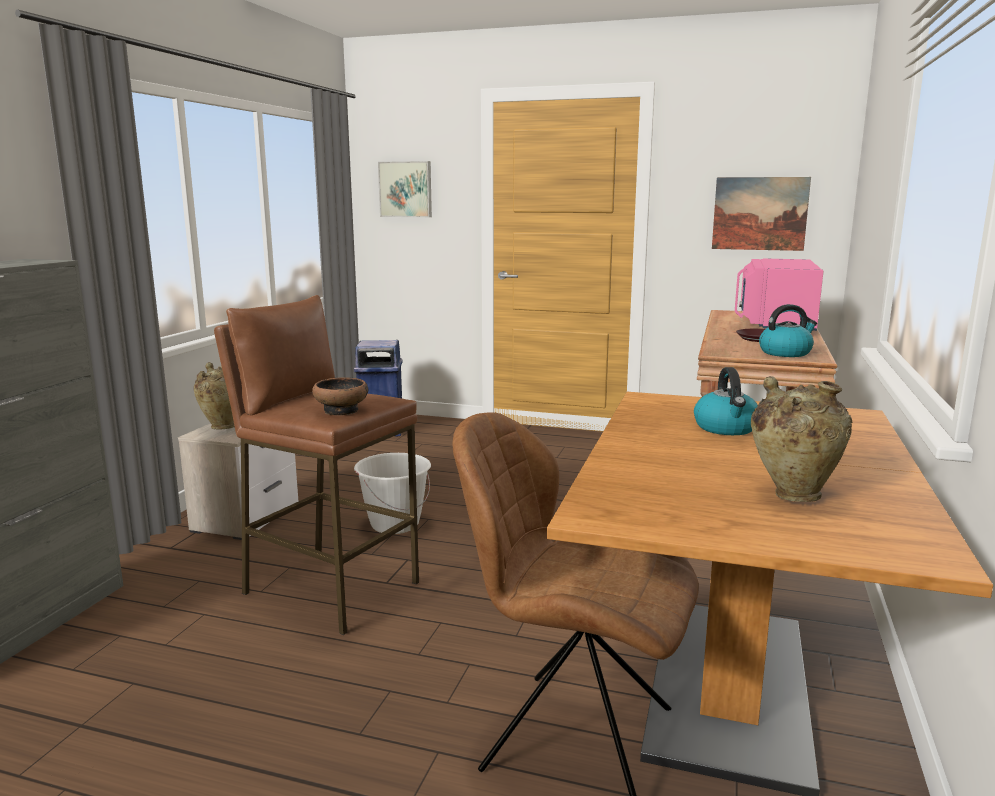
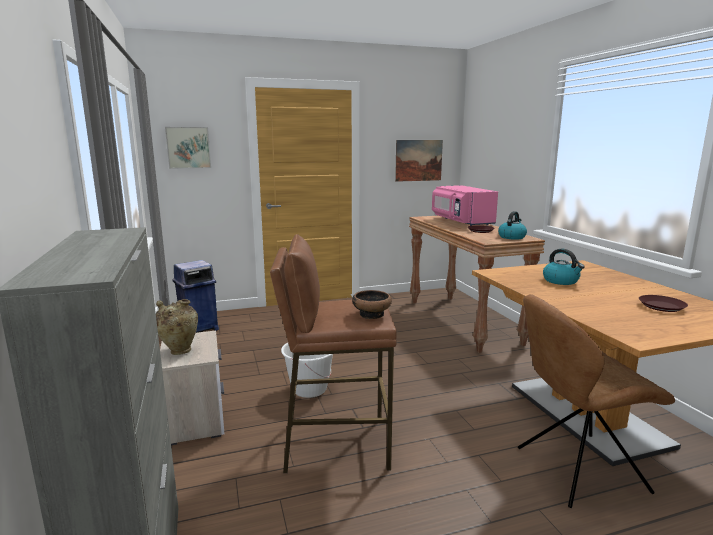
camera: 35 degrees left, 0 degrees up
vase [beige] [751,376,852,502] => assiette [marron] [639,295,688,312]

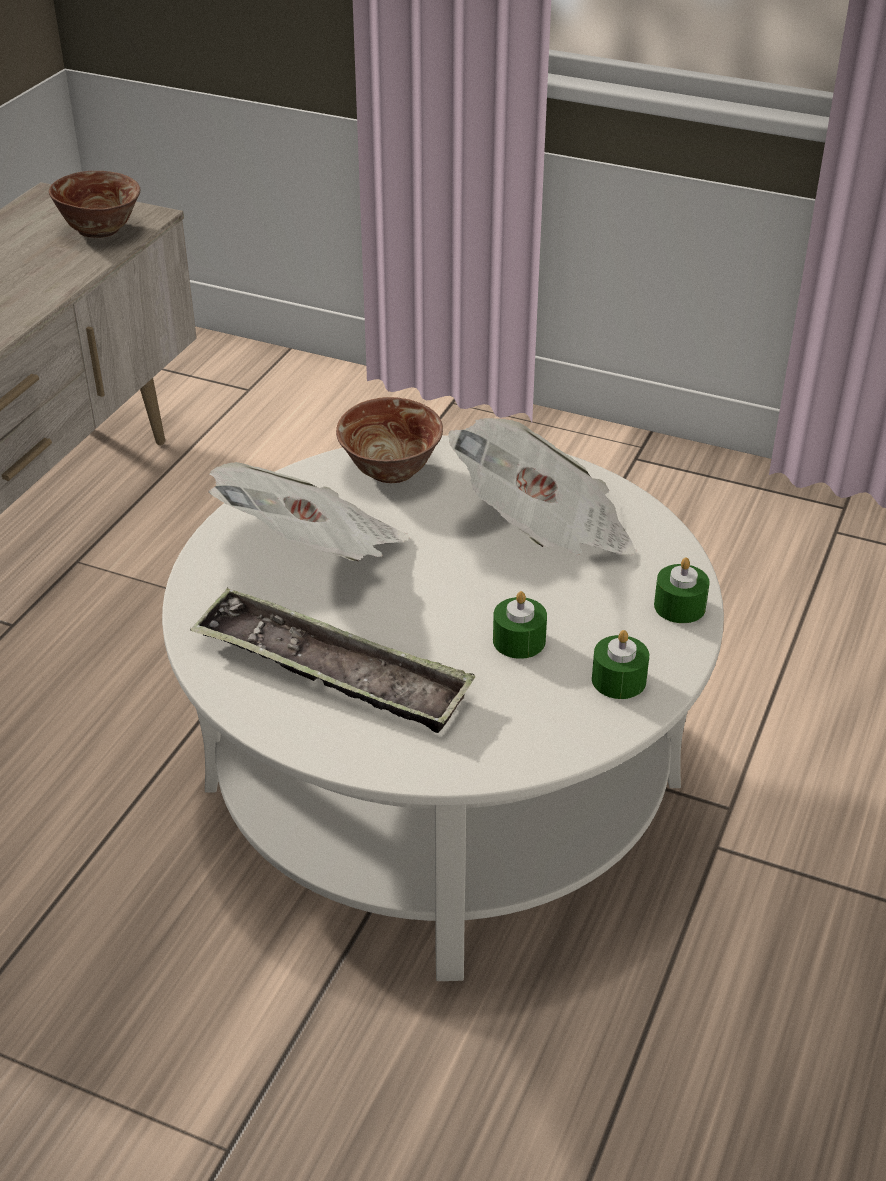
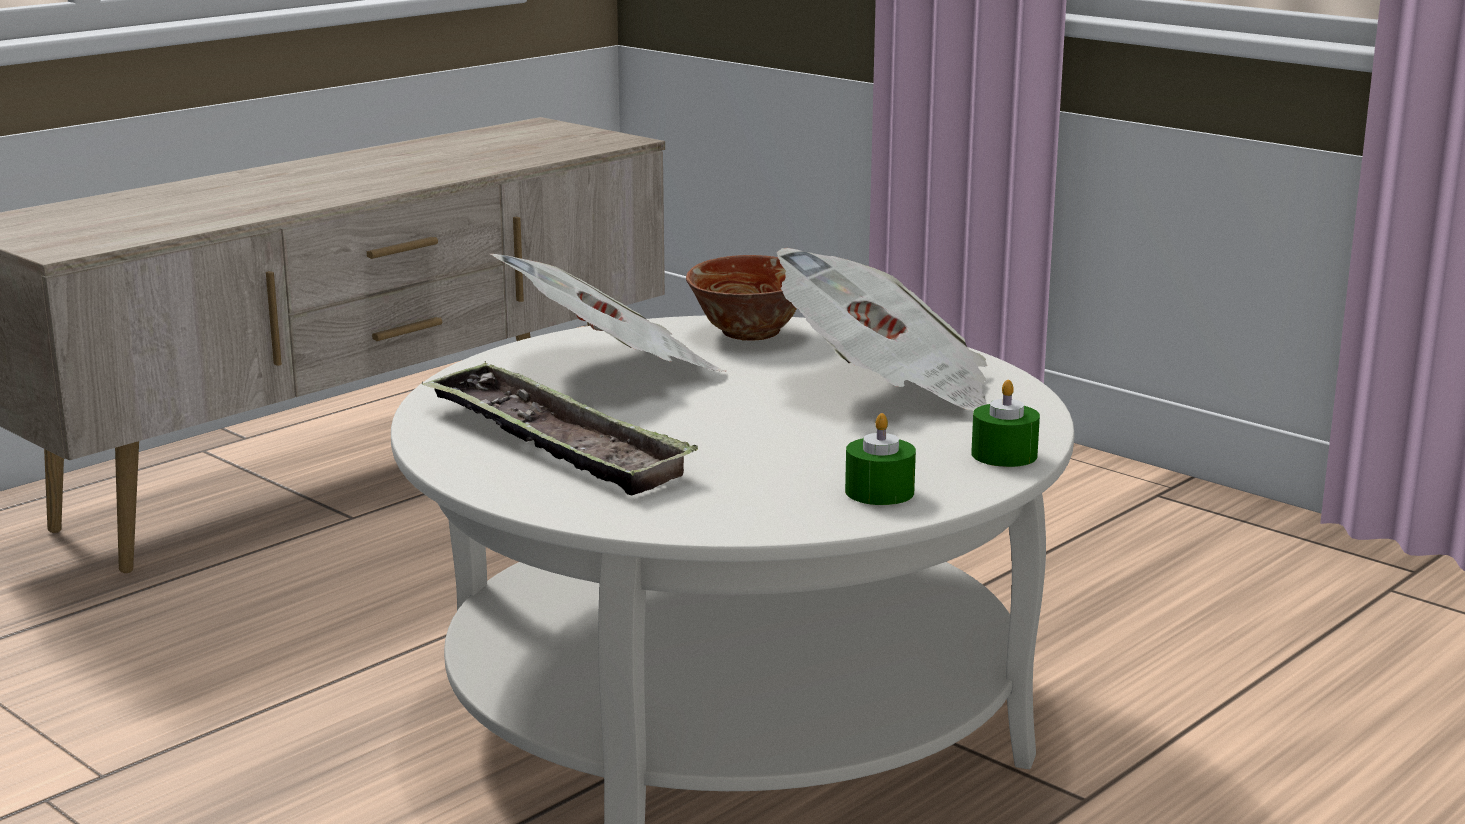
camera: 20 degrees right, 20 degrees down
bol [49,171,140,238] => nothing
bougie [vert] [493,591,547,659] => nothing

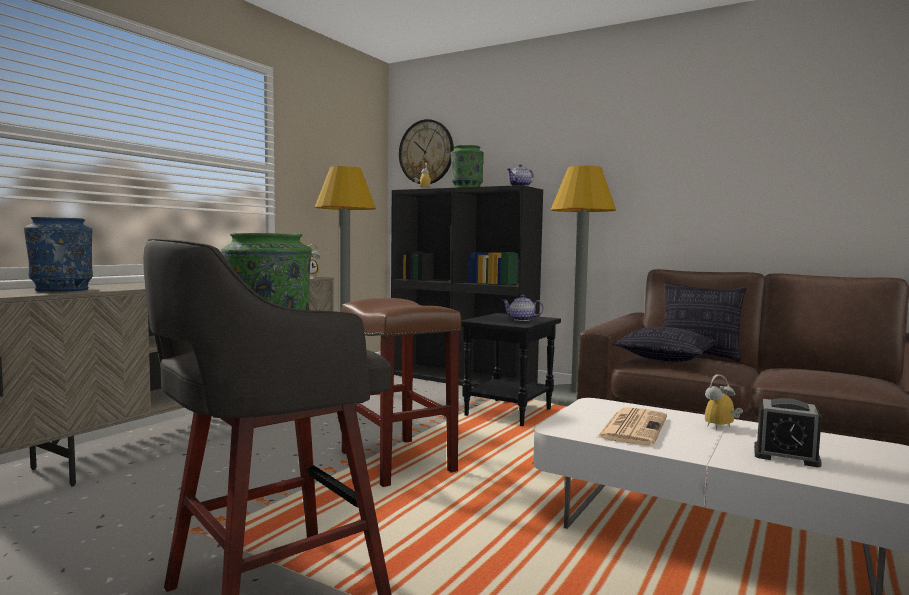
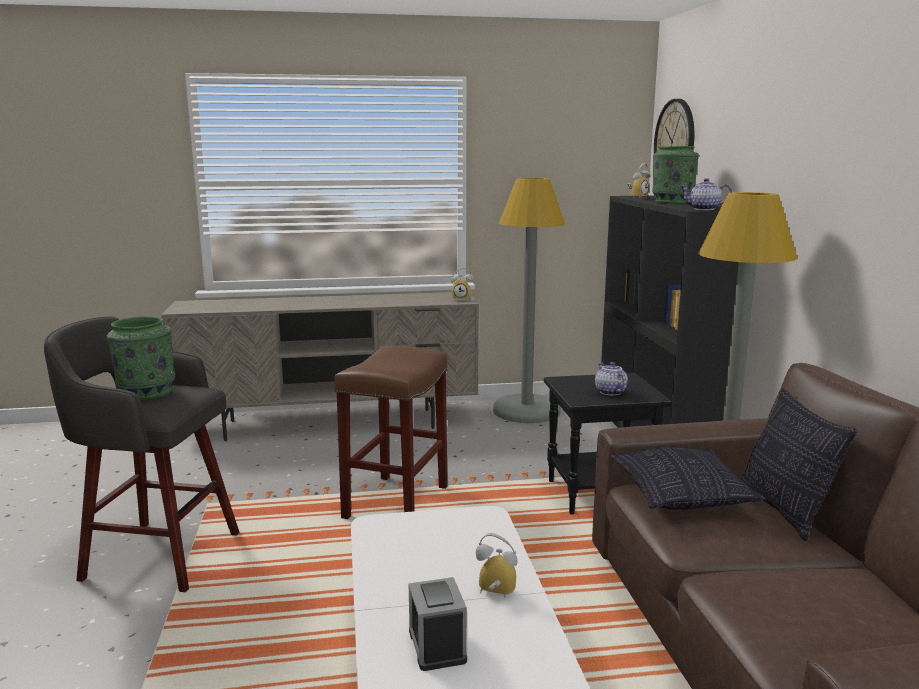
camera: 50 degrees right, 10 degrees up
vase [bleu] [24,217,93,292] => nothing
journal [597,407,667,446] => nothing

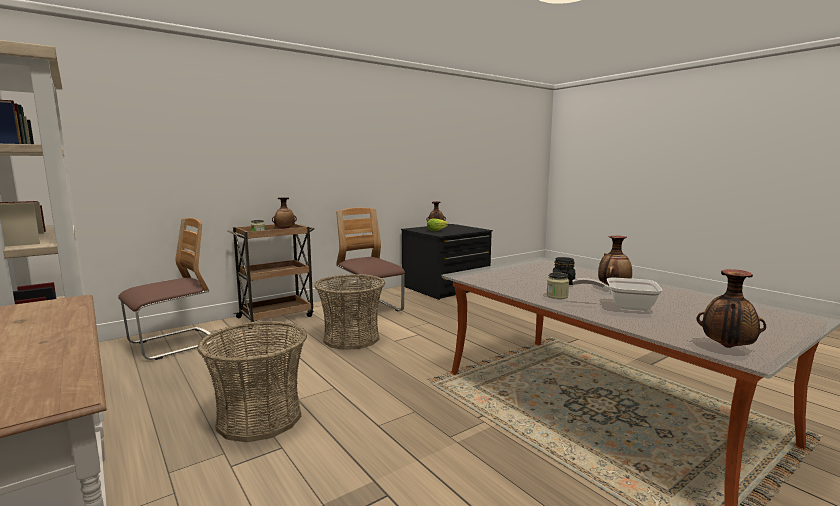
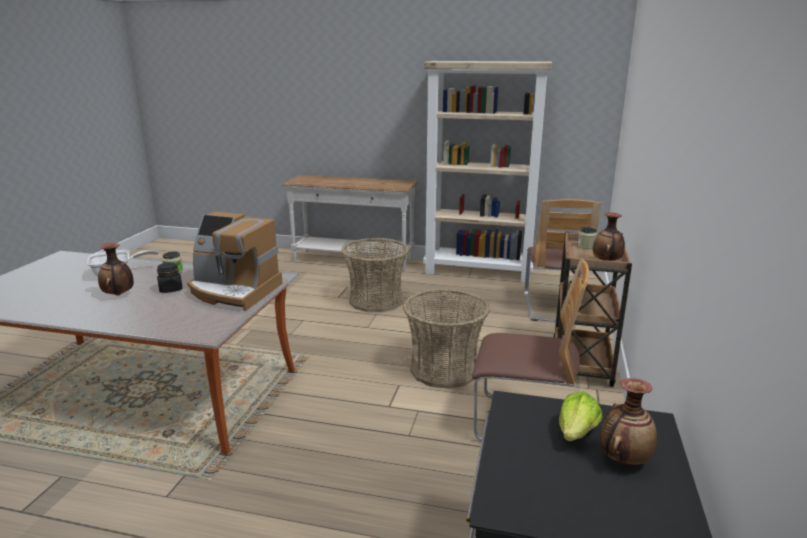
camera: 140 degrees right, 10 degrees up
vase [697,269,766,348] => nothing
nothing => machine à café [187,212,283,311]

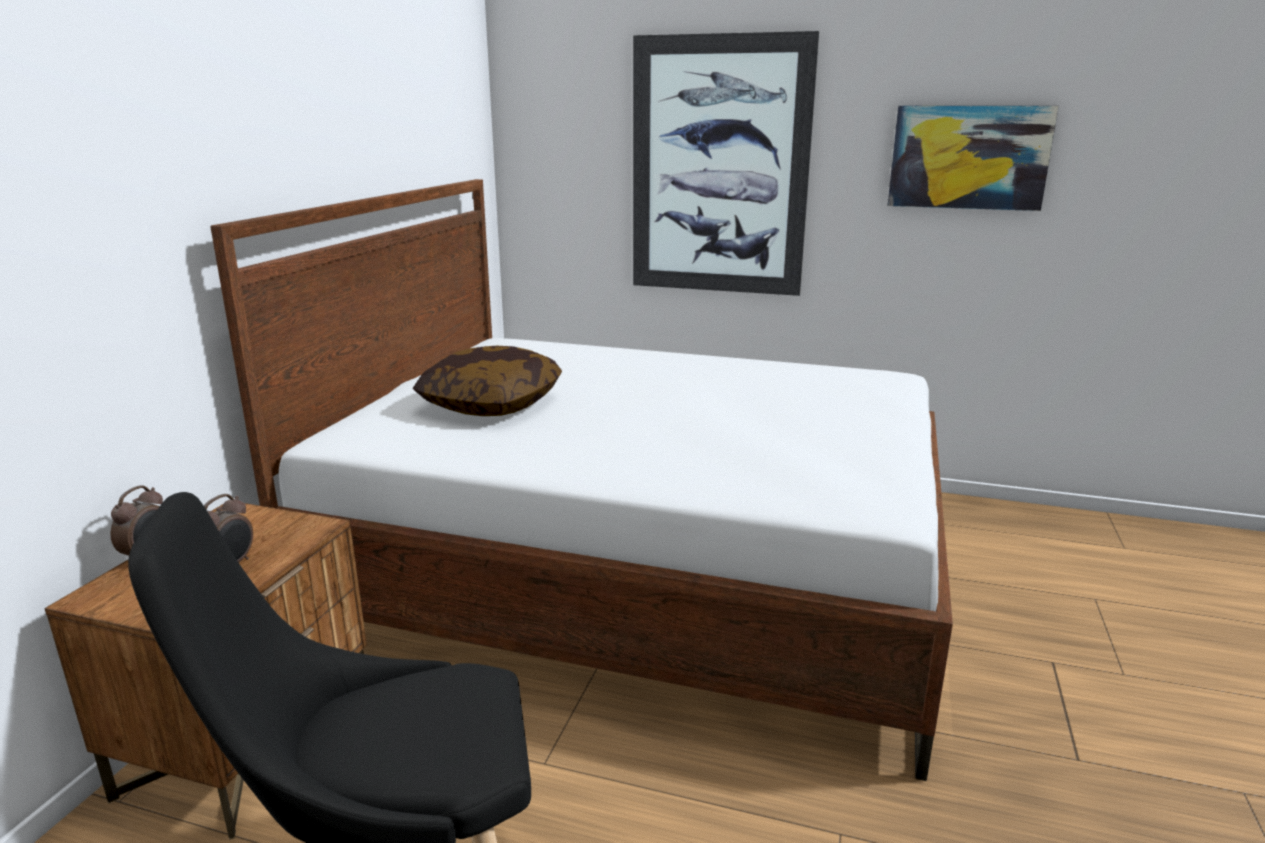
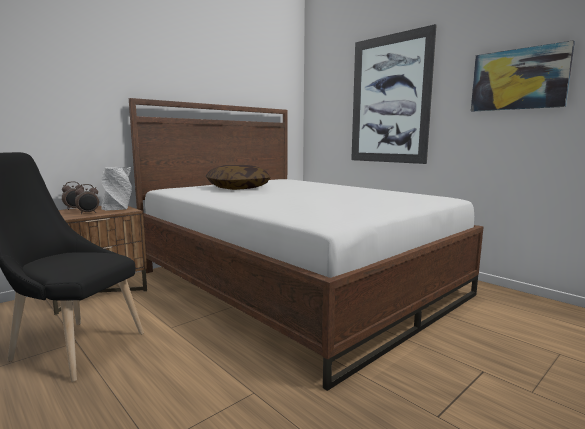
camera: 30 degrees right, 10 degrees down
nothing => vase [gris] [101,167,132,211]

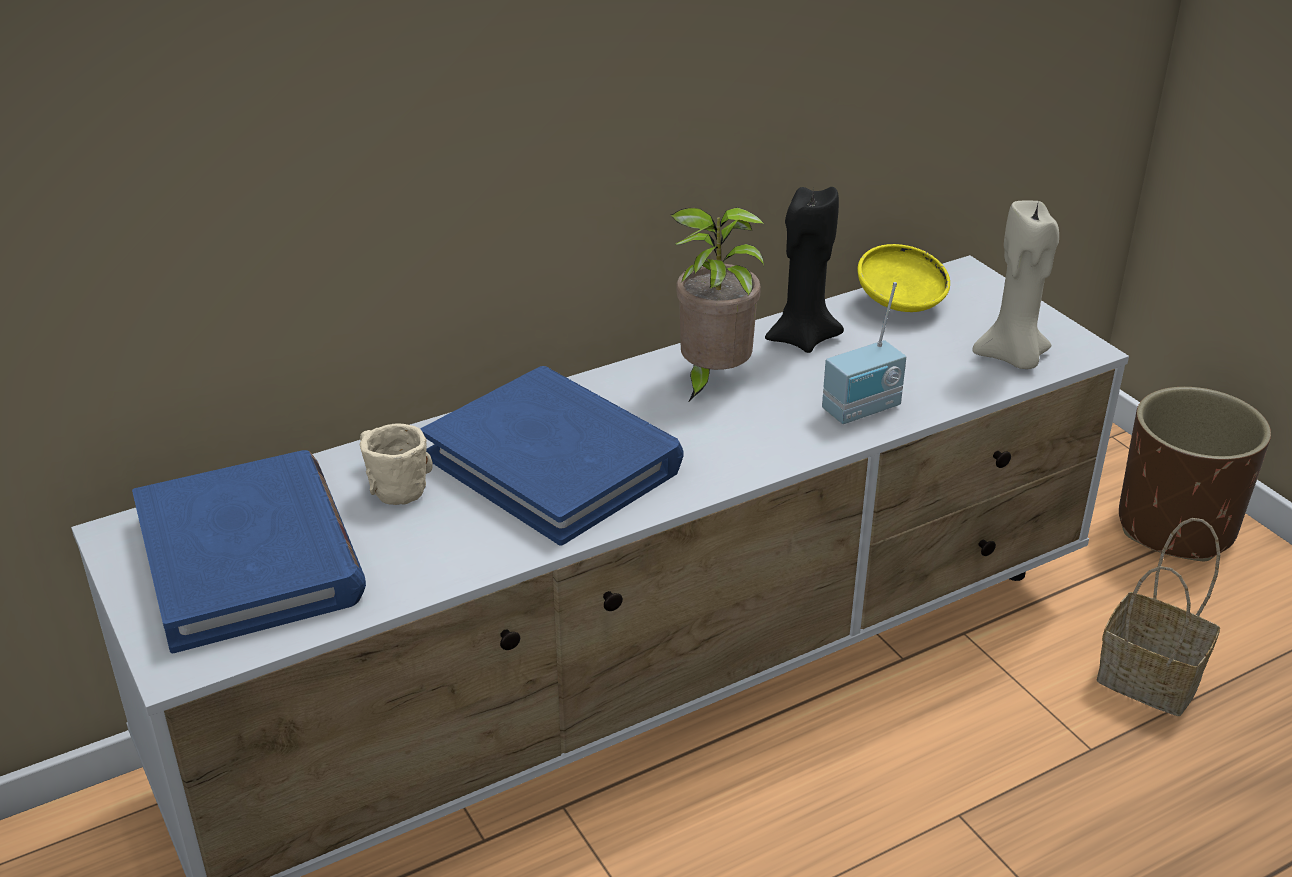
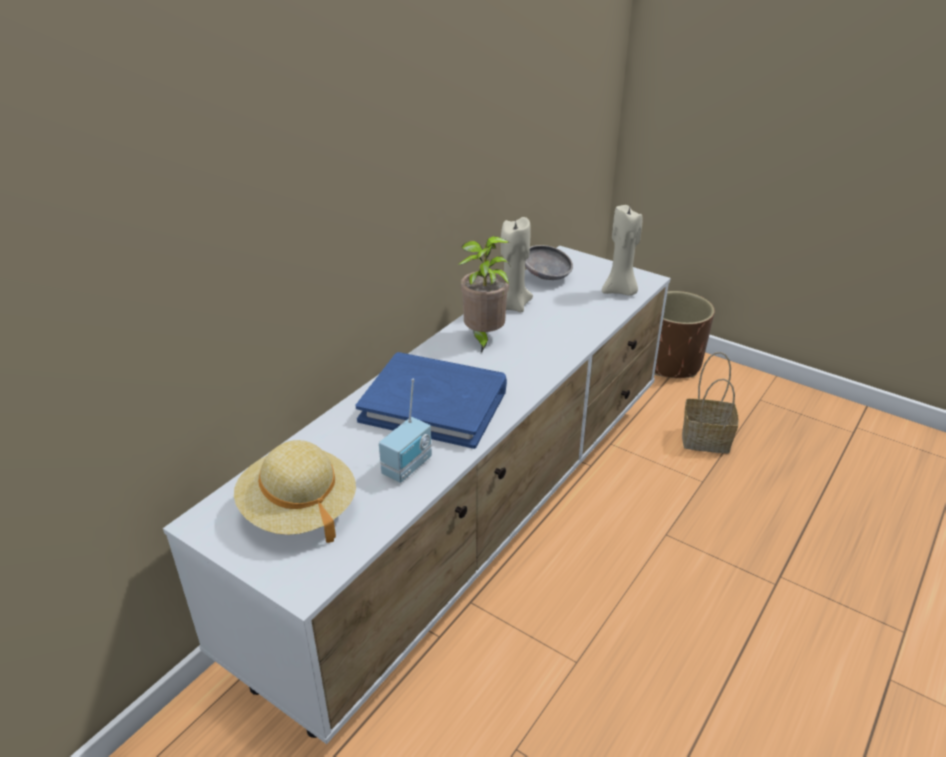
camera: 25 degrees left, 0 degrees up
livre [bleu] [132,450,366,653] => chapeau [beige] [234,440,356,543]
mug [beige] [360,424,433,505] => nothing
bougie [noir] [765,187,844,353] => bougie [beige] [501,217,533,312]
radio [822,282,906,424] => radio [379,379,432,483], relocated
bol [jaune] [857,244,950,312] => bol [gris] [525,245,573,280]

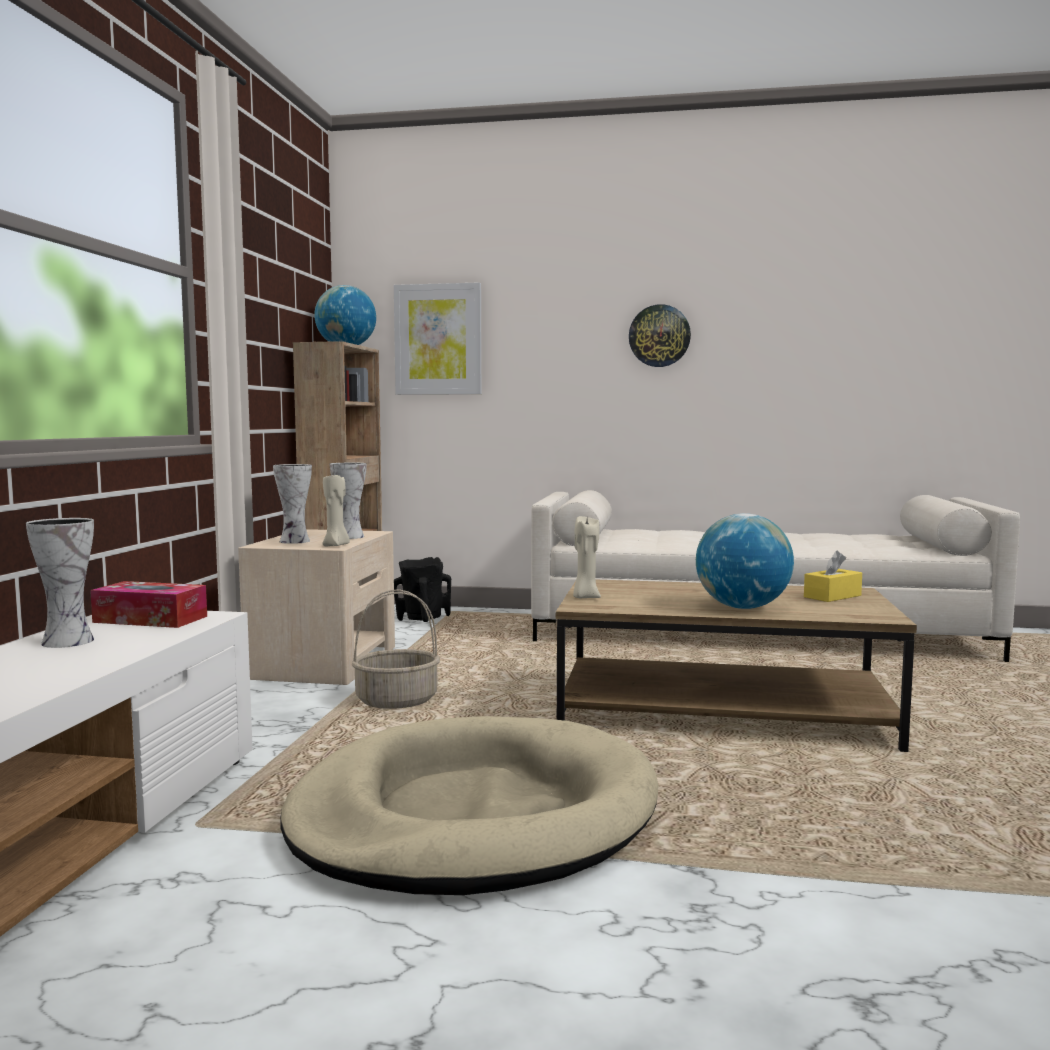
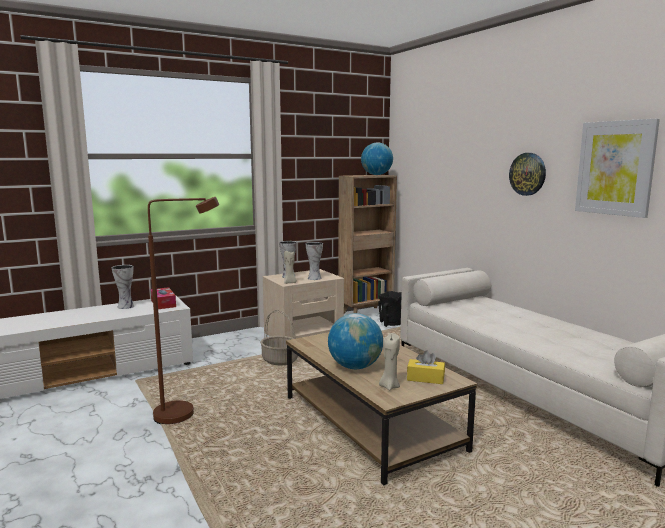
camera: 50 degrees right, 5 degrees up
panier pour chien [beige] [280,716,658,895] => lampadaire [marron] [148,197,219,424]
tableau [394,282,482,395] => tableau [575,118,660,218], relocated
bougie [beige] [573,516,601,599] => bougie [beige] [379,333,400,391], relocated

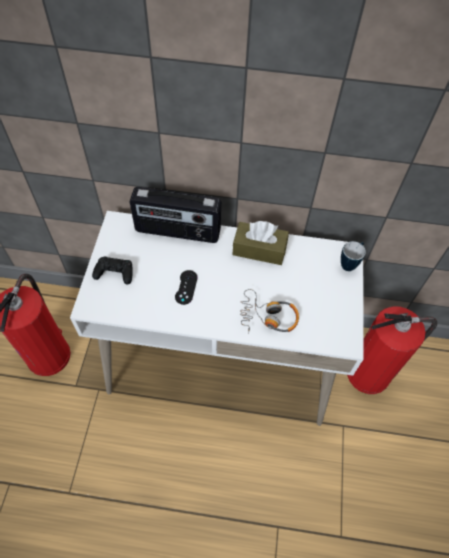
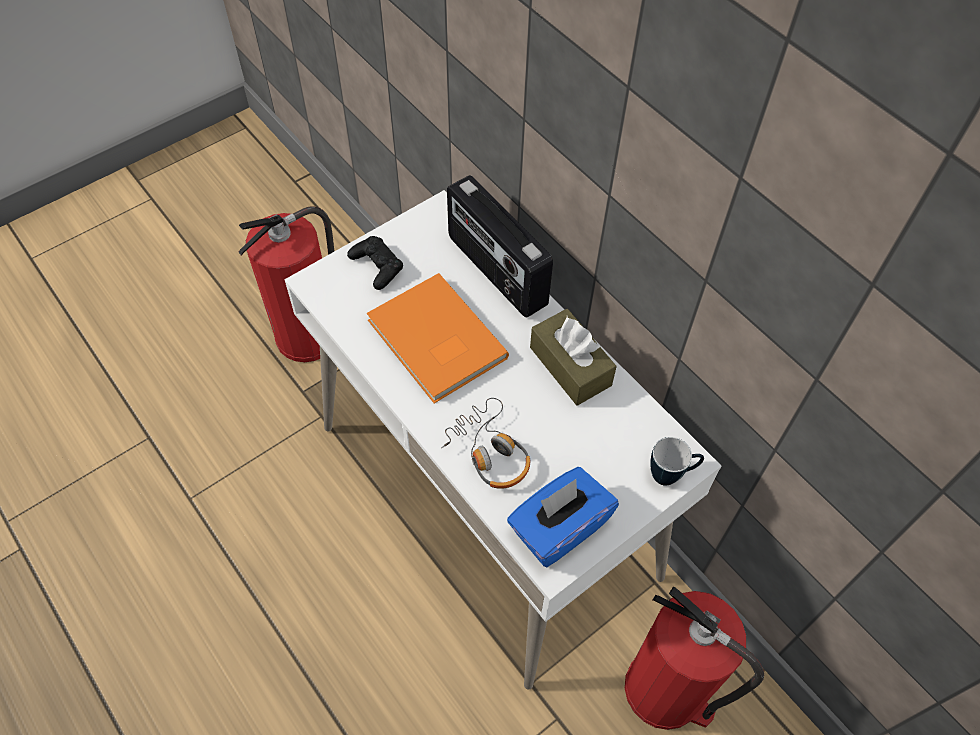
camera: 45 degrees right, 0 degrees up
manette [noir] [175,270,198,305] => livre [orange] [367,273,509,403]
nothing => boîte à mouchoirs [bleu] [507,467,619,567]

